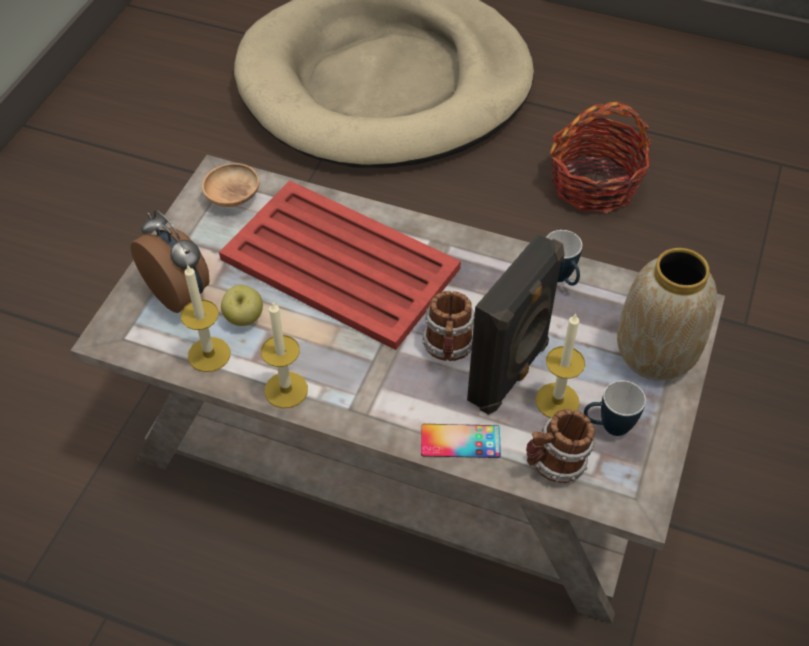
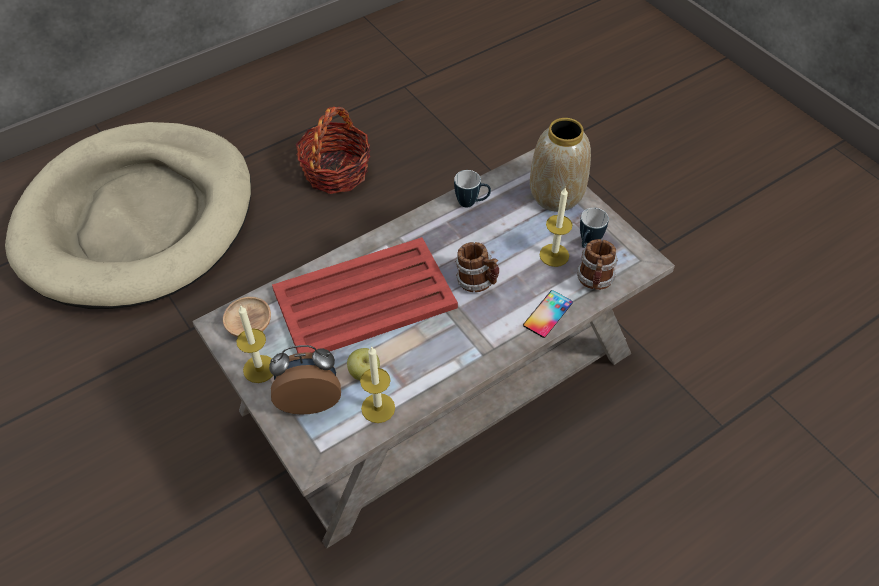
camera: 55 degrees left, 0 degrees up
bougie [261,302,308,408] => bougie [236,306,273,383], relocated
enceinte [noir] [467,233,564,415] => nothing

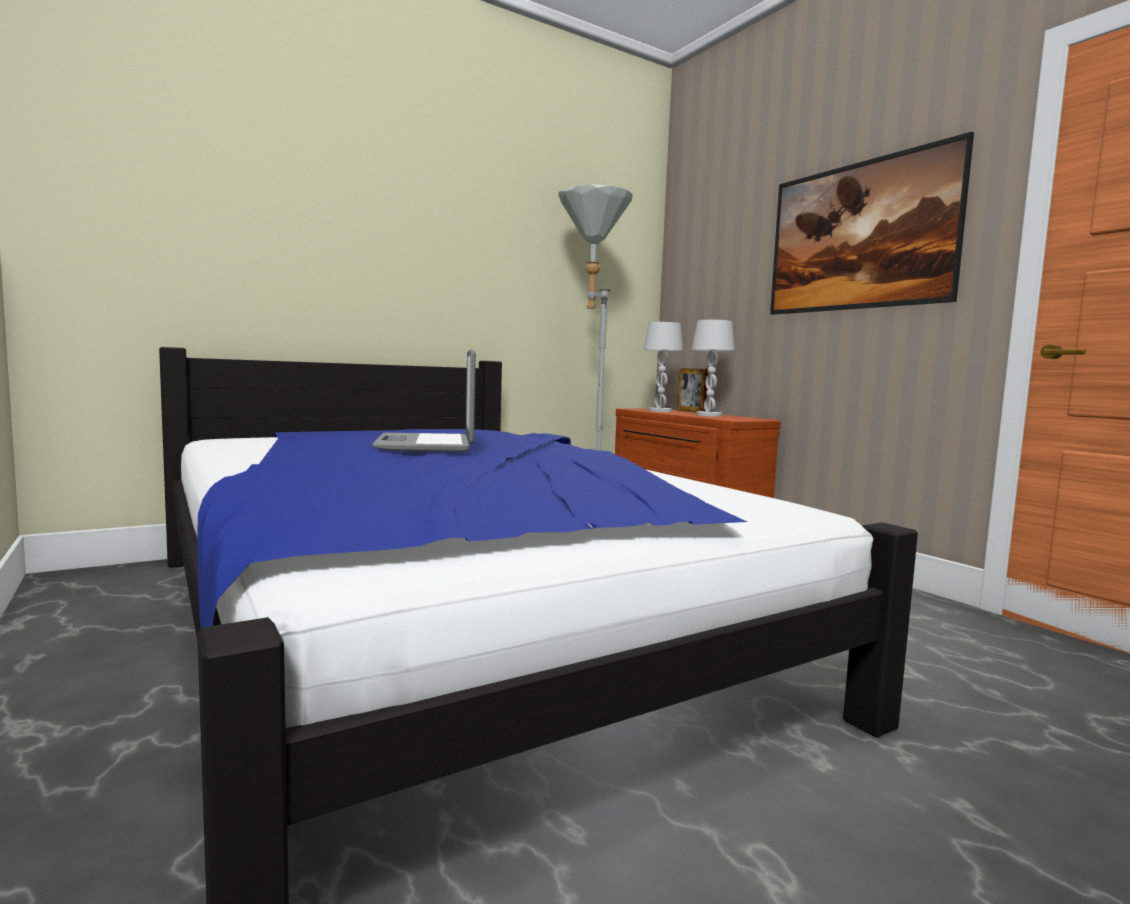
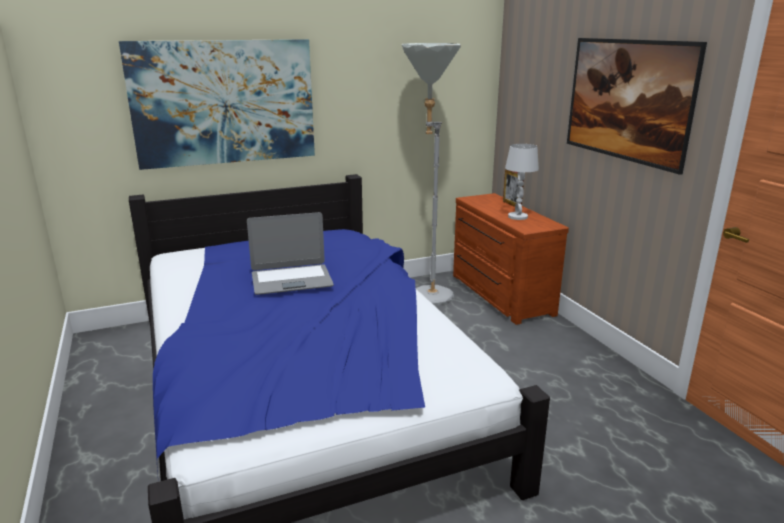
camera: 10 degrees right, 15 degrees up
ordinateur portable [372,350,476,452] => ordinateur portable [247,212,334,295], 105 degrees counterclockwise
lampe de table [blanc] [643,322,683,412] => nothing
nothing => tableau [119,39,315,170]

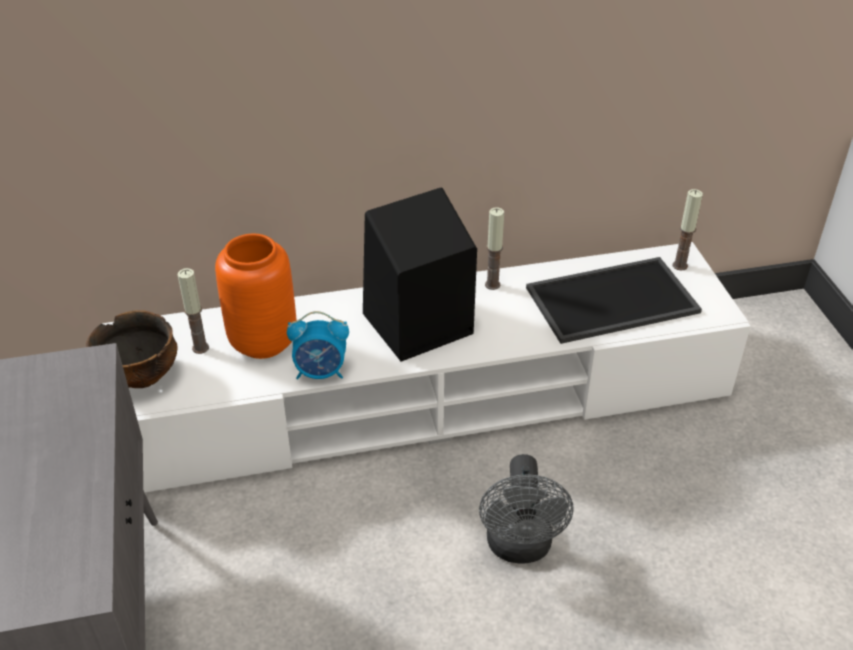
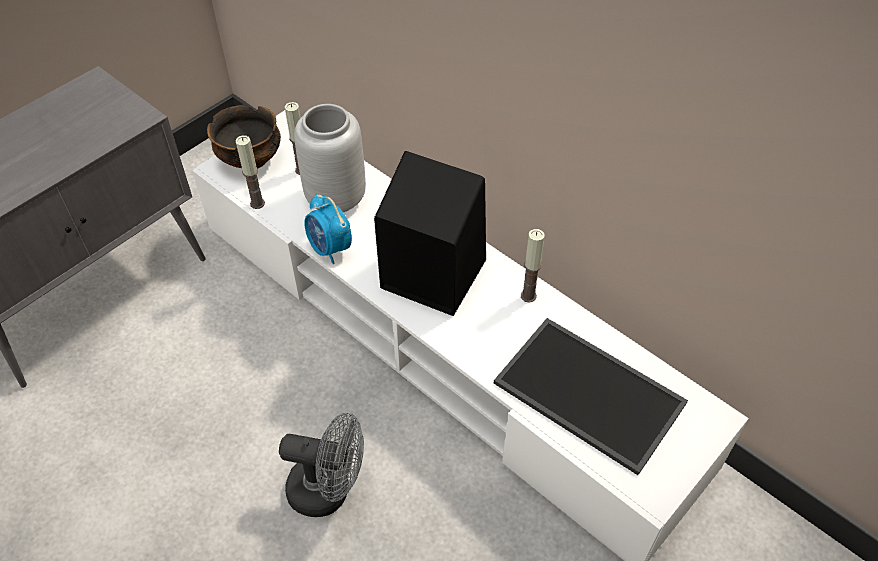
camera: 55 degrees right, 10 degrees up
vase [orange] [215,234,296,359] => vase [gris] [294,104,366,213]
ventilateur [gris] [479,454,573,564] => ventilateur [gris] [279,413,364,517], 135 degrees counterclockwise
bougie [673,189,703,270] => bougie [235,135,265,209], relocated

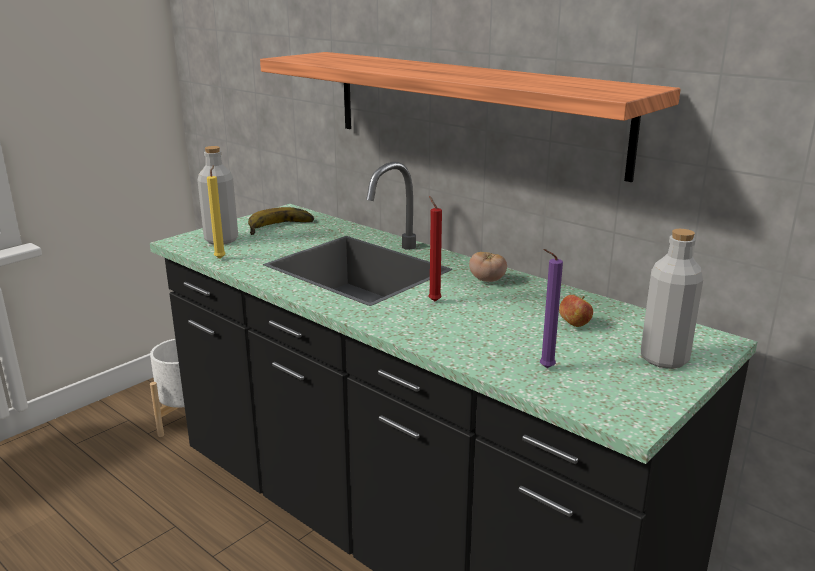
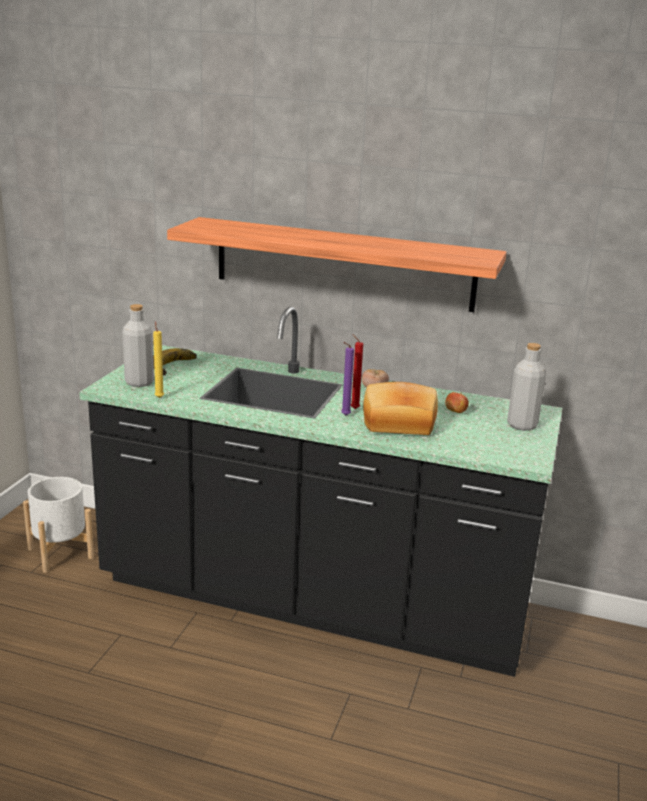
camera: 25 degrees left, 0 degrees up
bougie [violet] [540,249,563,368] => bougie [violet] [341,342,354,416], relocated
nothing => pain [363,382,438,435]

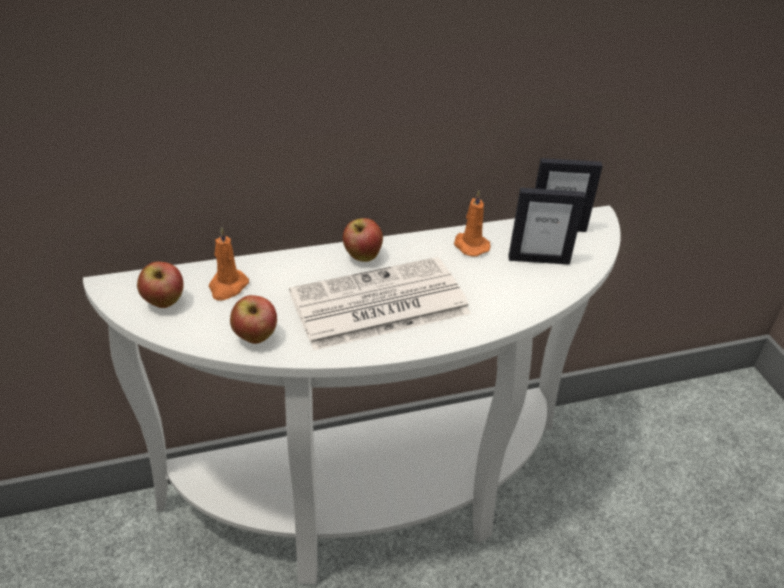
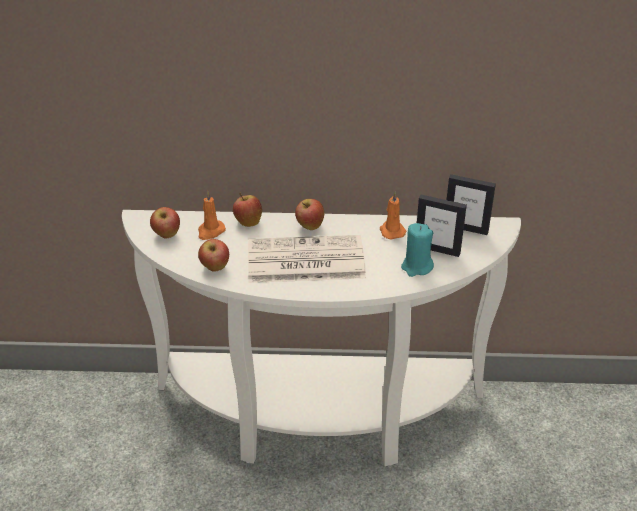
camera: 20 degrees right, 0 degrees up
nothing => pomme [233,193,262,227]
nothing => bougie [turquoise] [401,223,434,277]

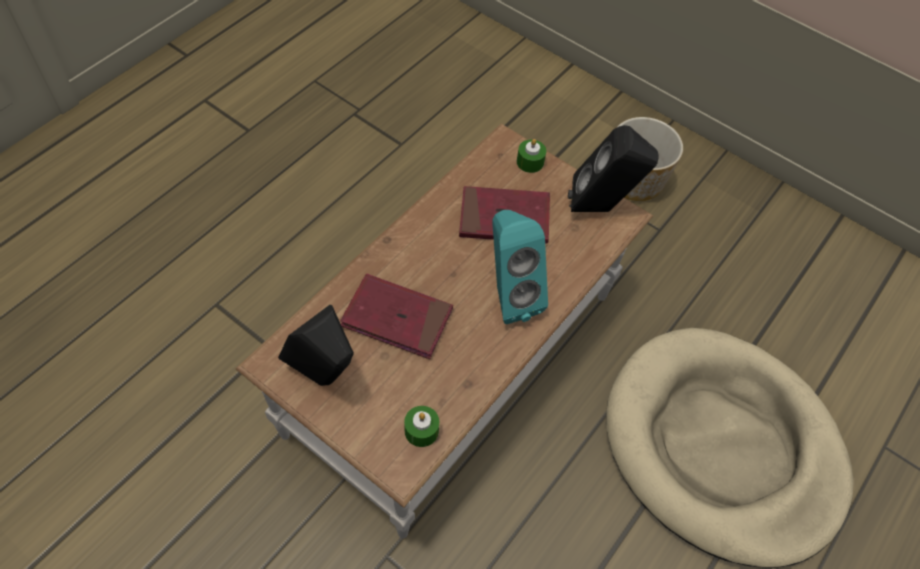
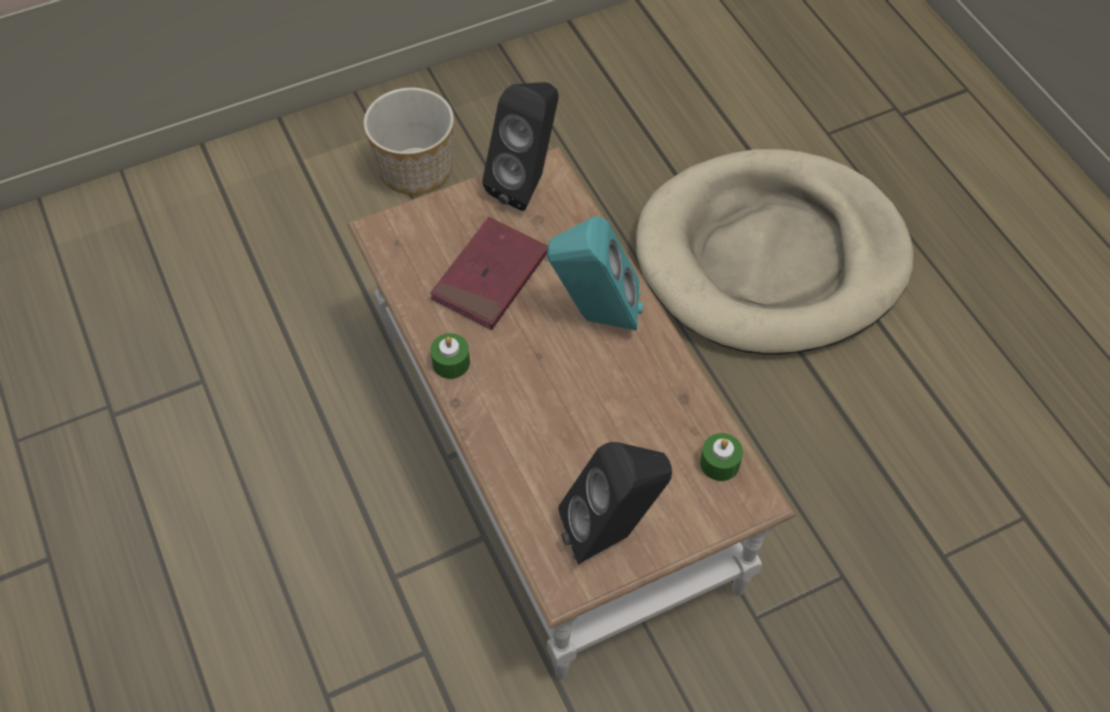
camera: 60 degrees left, 0 degrees up
livre [rouge] [340,274,453,359] => nothing
bougie [vert] [517,139,546,173] => bougie [vert] [430,333,470,379], relocated

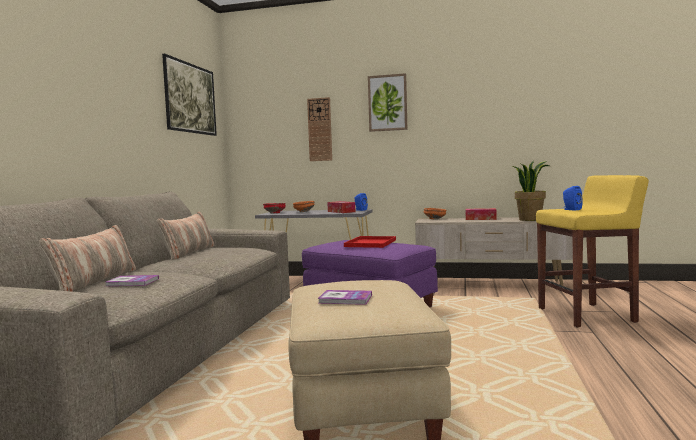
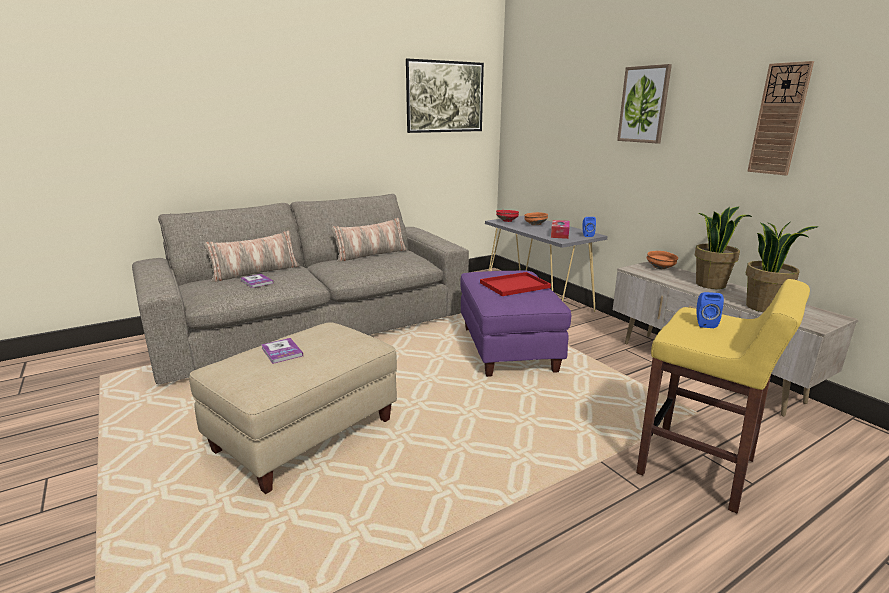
camera: 45 degrees right, 15 degrees up
horloge murale [307,97,332,161] => horloge murale [747,61,814,175], relocated
boîte à mouchoirs [466,208,497,220] => plante en pot [695,207,752,289]

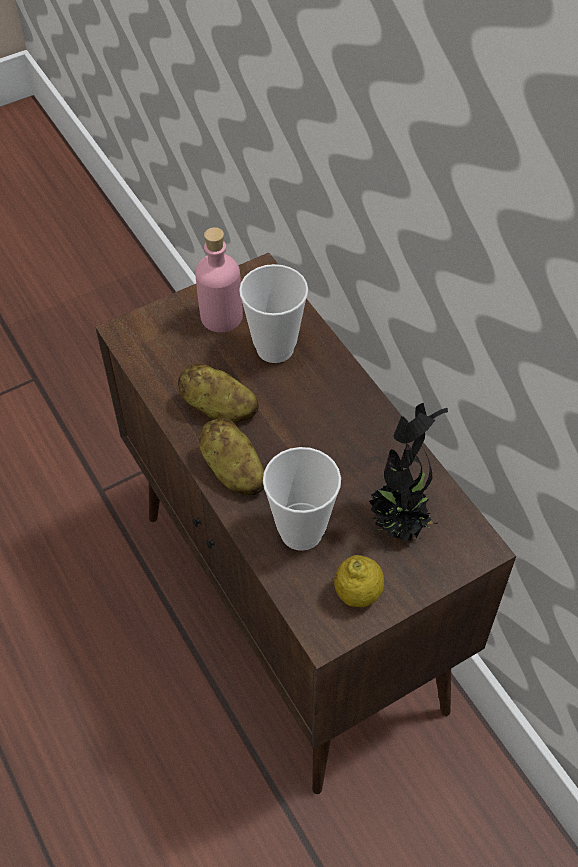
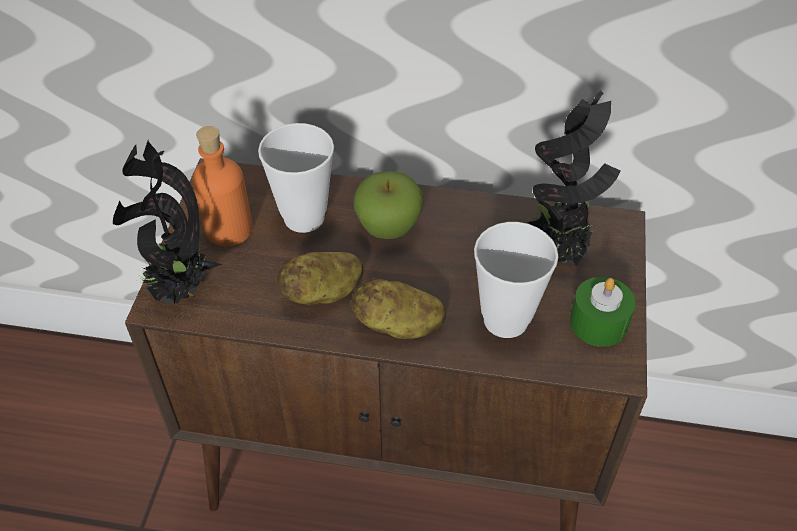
camera: 50 degrees left, 5 degrees down
bouteille [rose] [195,227,243,333] => bouteille [orange] [192,126,253,247]
citron [334,555,384,608] => bougie [vert] [570,277,636,347]
nothing => plante en pot [113,141,222,305]
nothing => pomme [354,171,424,239]

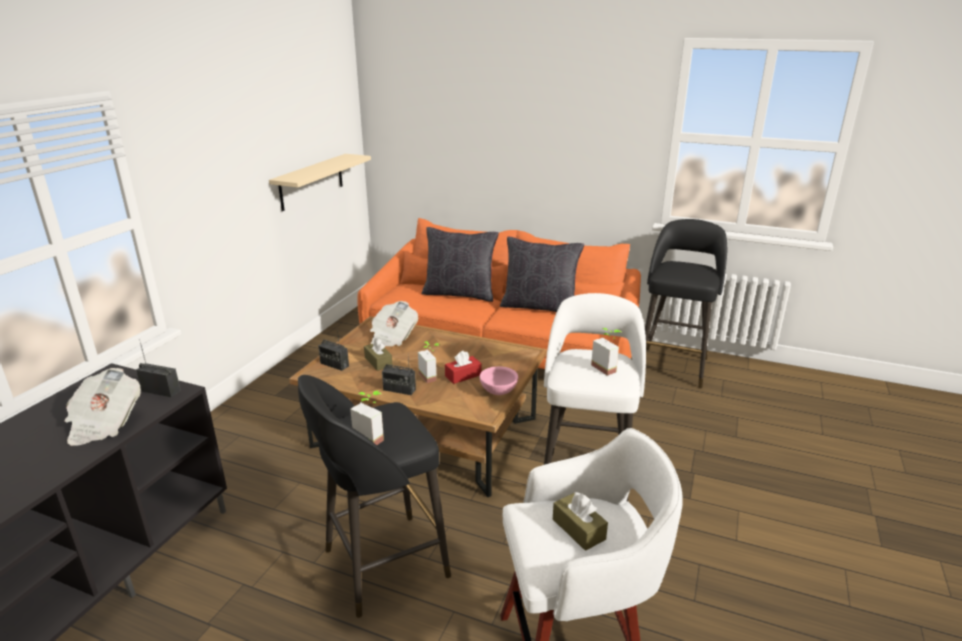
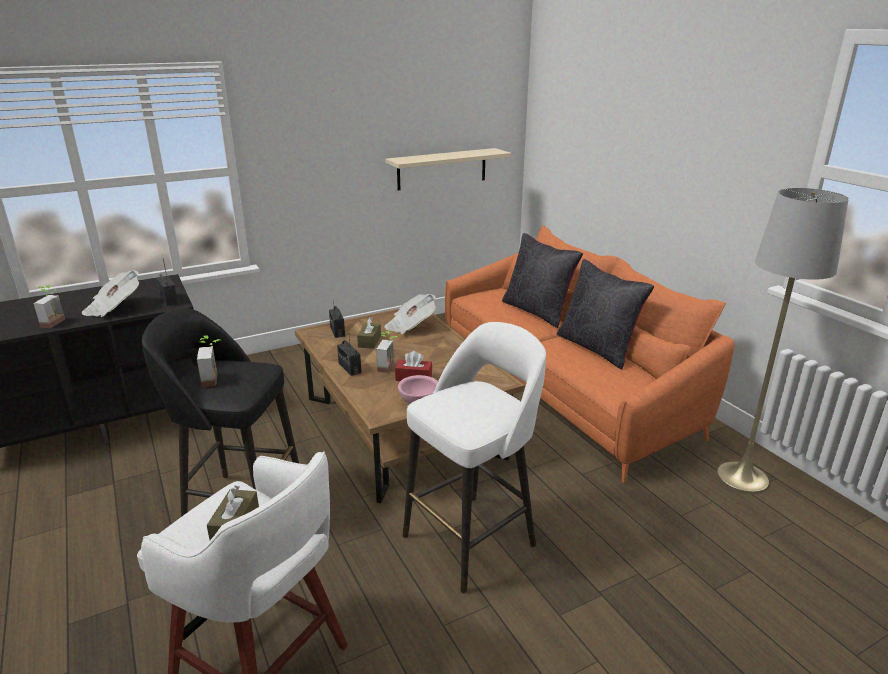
camera: 40 degrees right, 0 degrees up
plante en pot [591,328,621,376] => plante en pot [33,285,65,328], relocated
tabouret [noir] [645,219,727,388] => lampadaire [gris] [717,188,849,494]

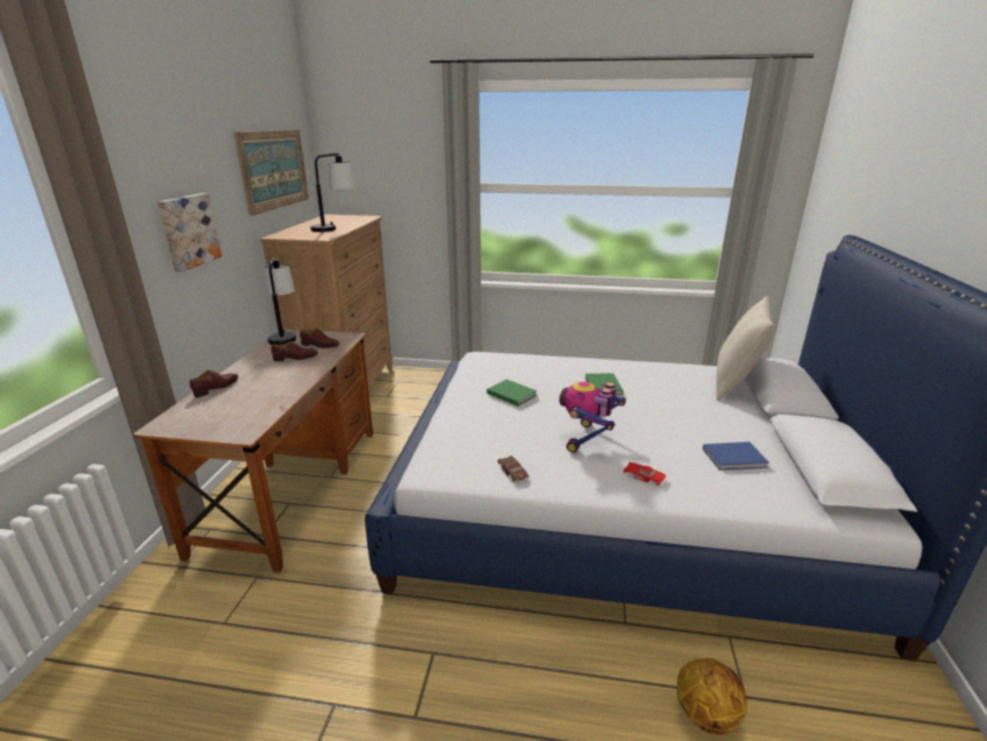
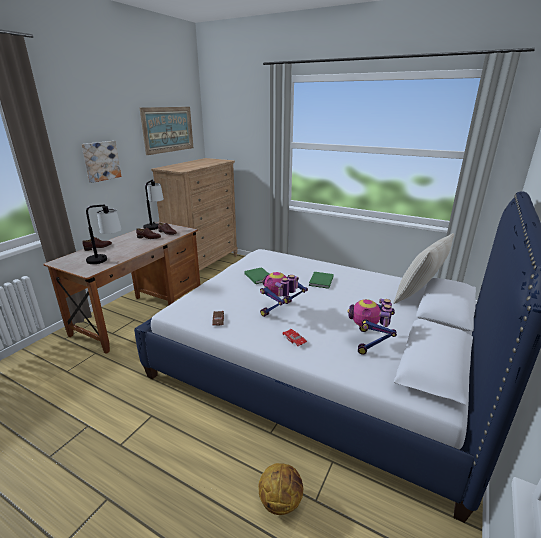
camera: 20 degrees right, 0 degrees up
lampe de table [311,153,356,232] => lampe de table [86,204,122,264], relocated
livre [bleu] [703,442,769,470] => robot jouet [348,299,397,355]

